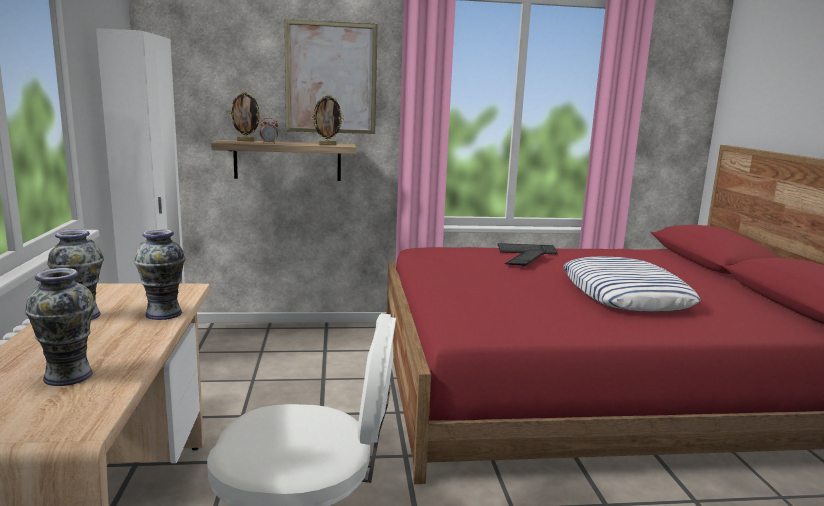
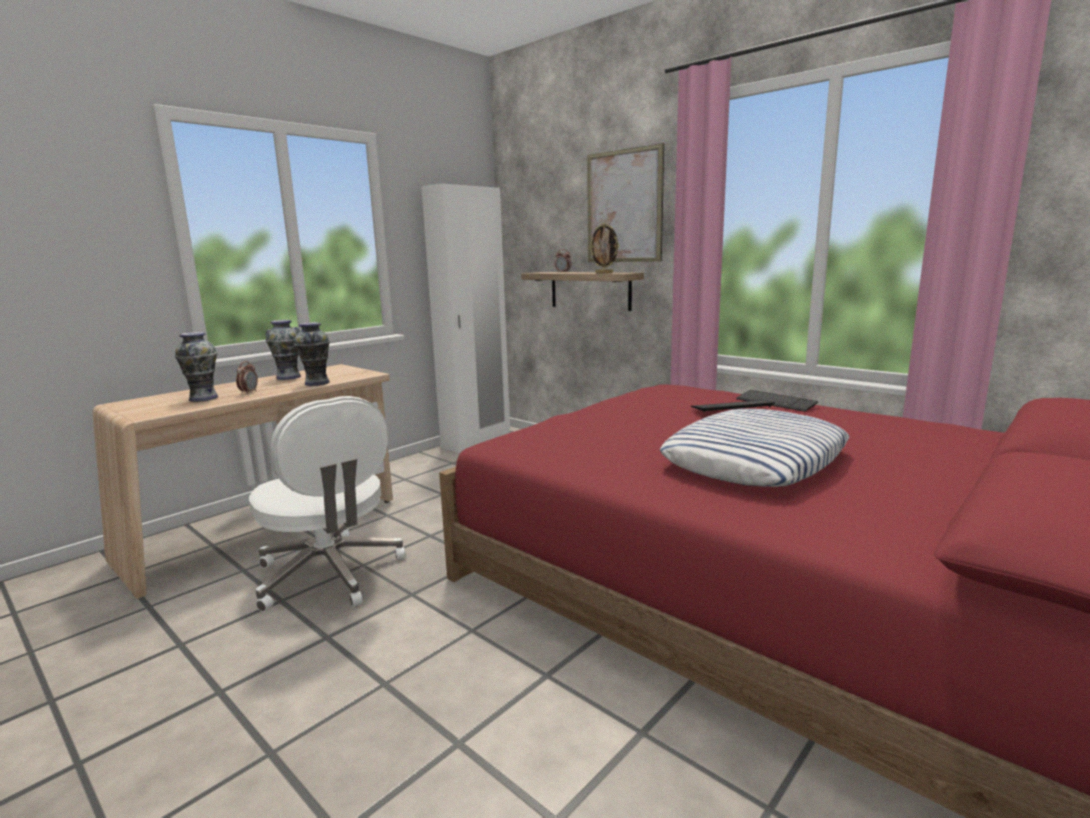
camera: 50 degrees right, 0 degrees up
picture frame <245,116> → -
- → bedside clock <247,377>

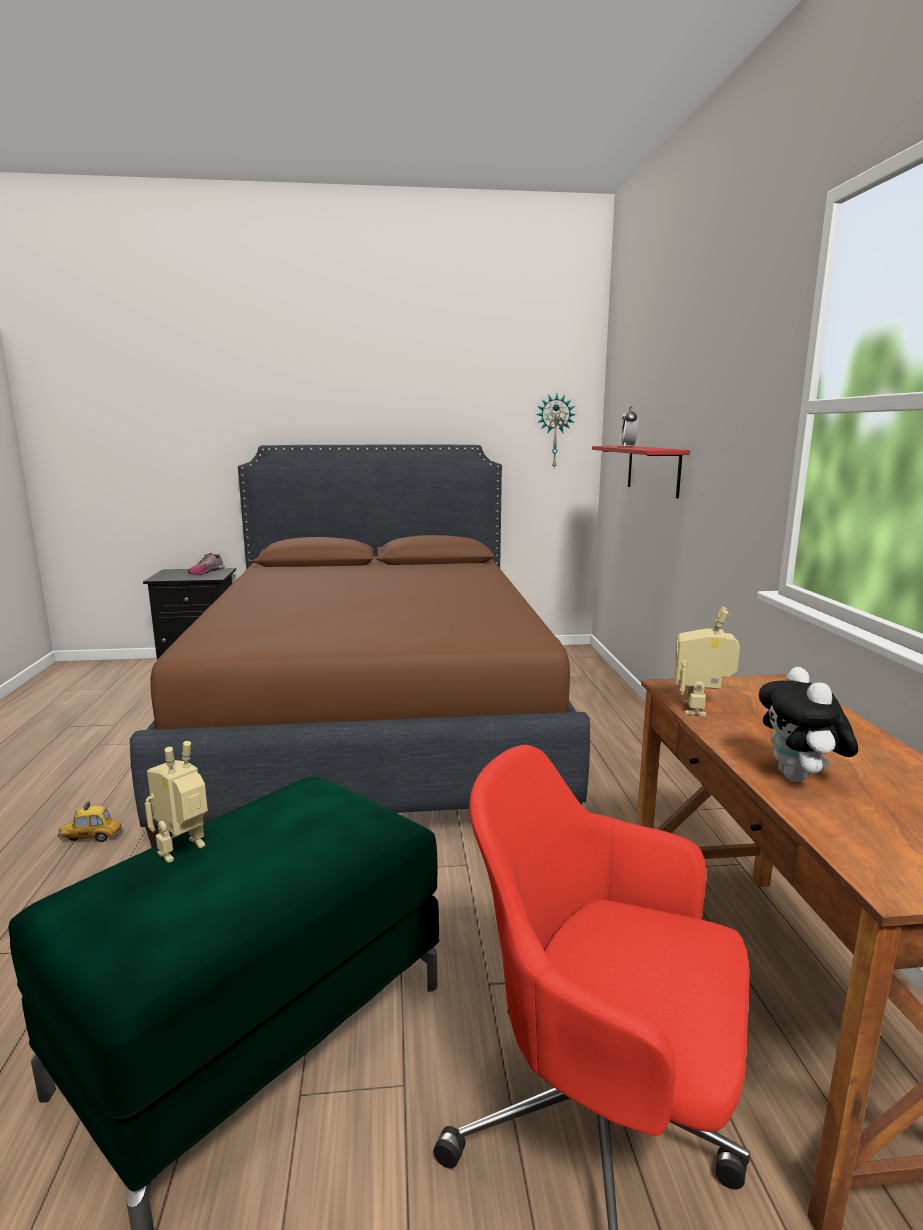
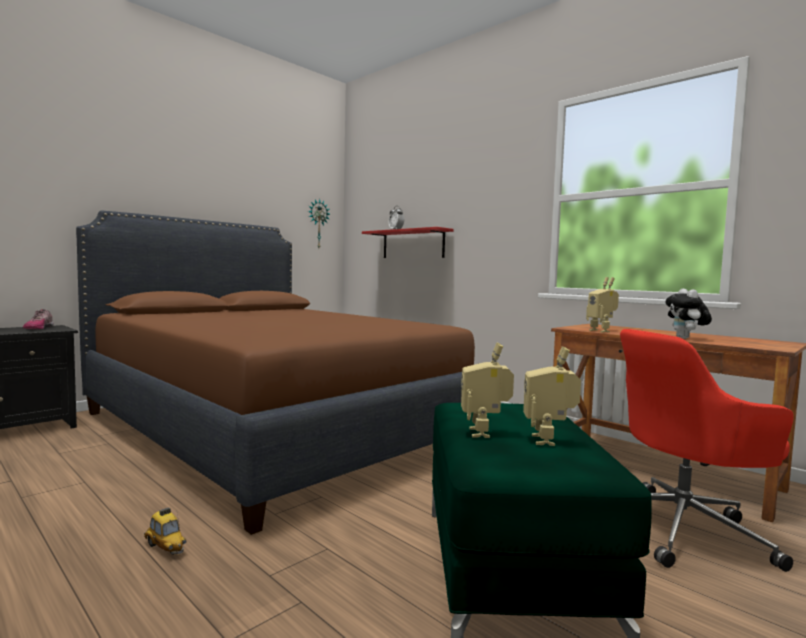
camera: 40 degrees left, 10 degrees down
cuddly toy <808,724> → cuddly toy <688,314>, 45 degrees clockwise
toy car <90,822> → toy car <165,531>, 90 degrees counterclockwise
- → model robot <552,396>

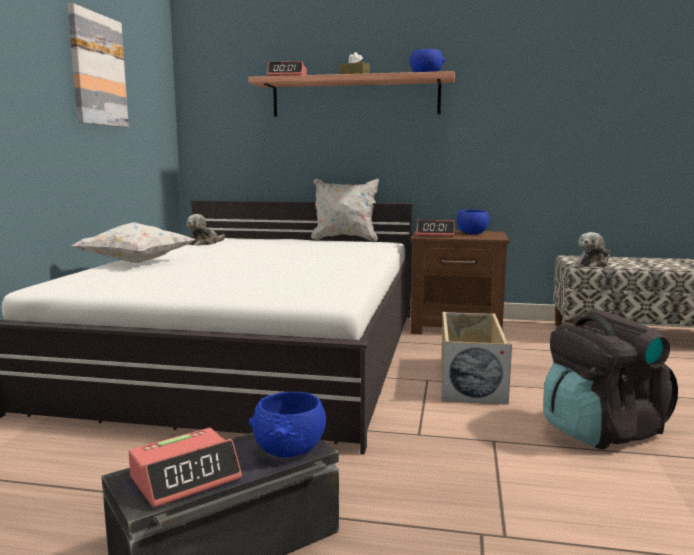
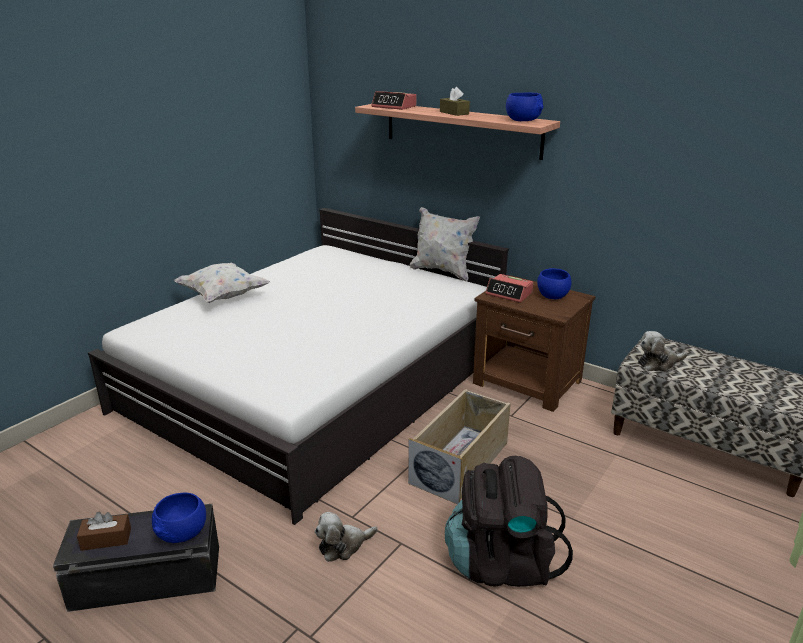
camera: 25 degrees right, 15 degrees up
wall picture <98,65> → -
cuddly toy <206,230> → cuddly toy <346,537>, relocated
bedside clock <185,468> → brown box of tissues <104,531>

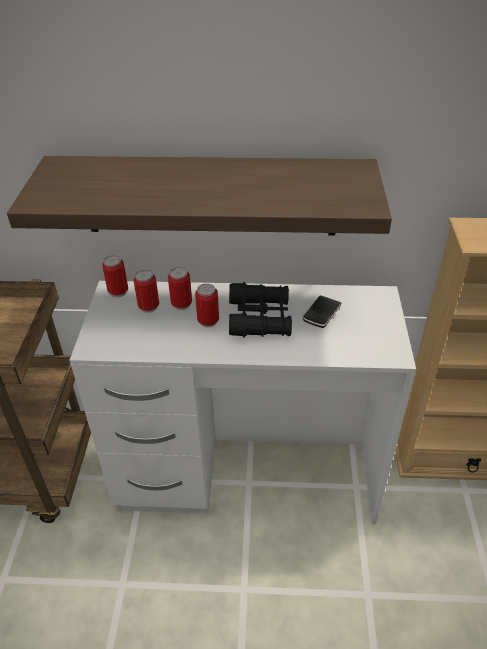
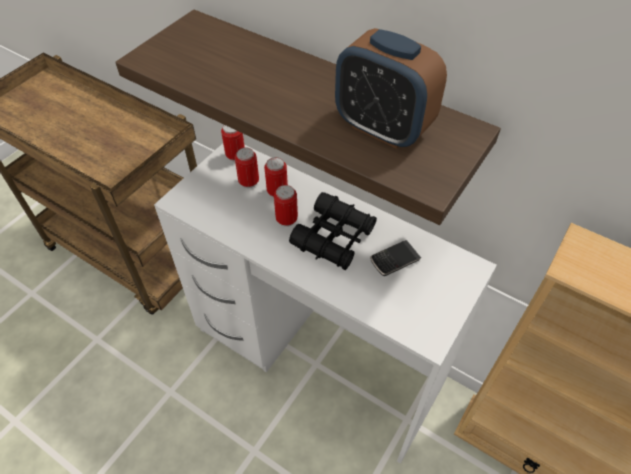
camera: 30 degrees right, 10 degrees up
- → bedside clock <391,88>

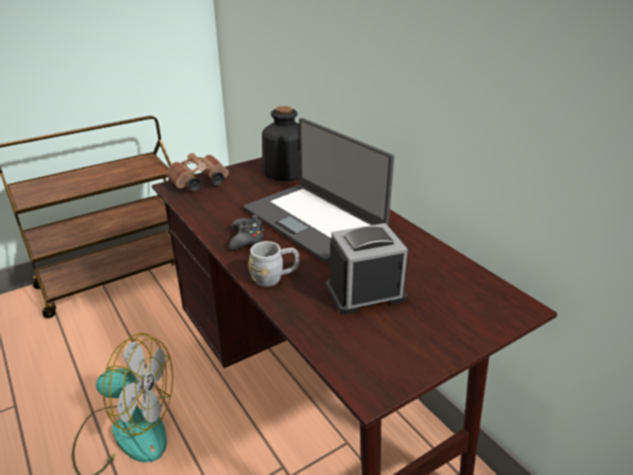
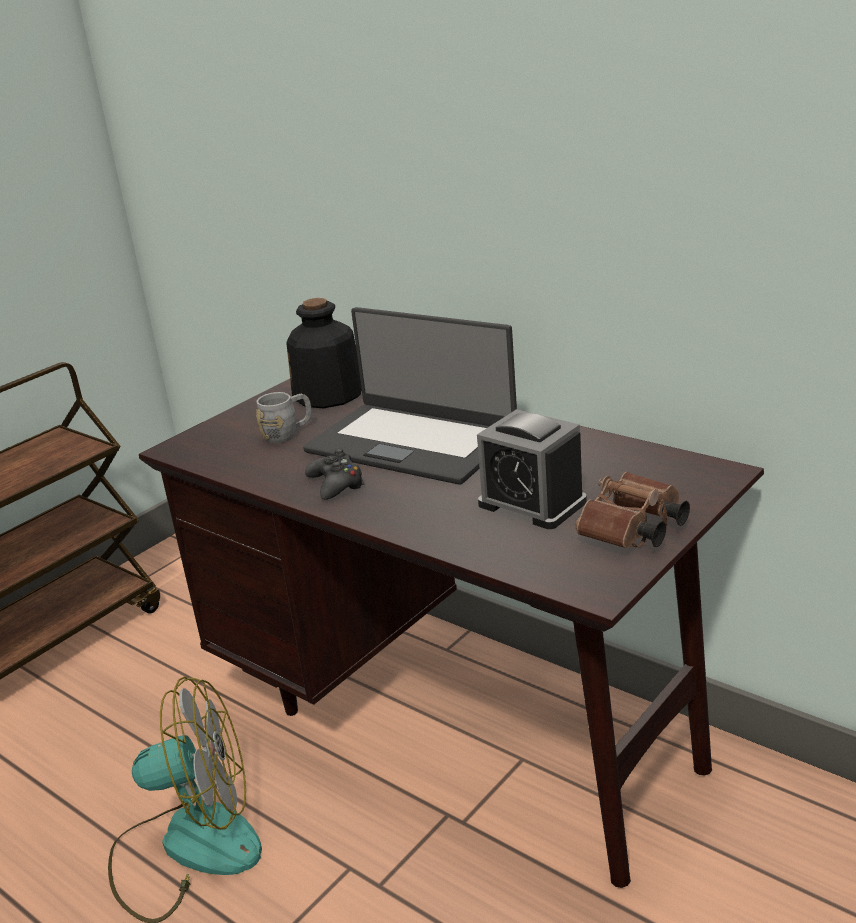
camera: 15 degrees left, 5 degrees down
brown pair of binoculars <197,172> → brown pair of binoculars <632,510>, relocated
bedside clock <367,269> → bedside clock <532,469>, 105 degrees counterclockwise
grey coffee mug <274,264> → grey coffee mug <283,417>, relocated

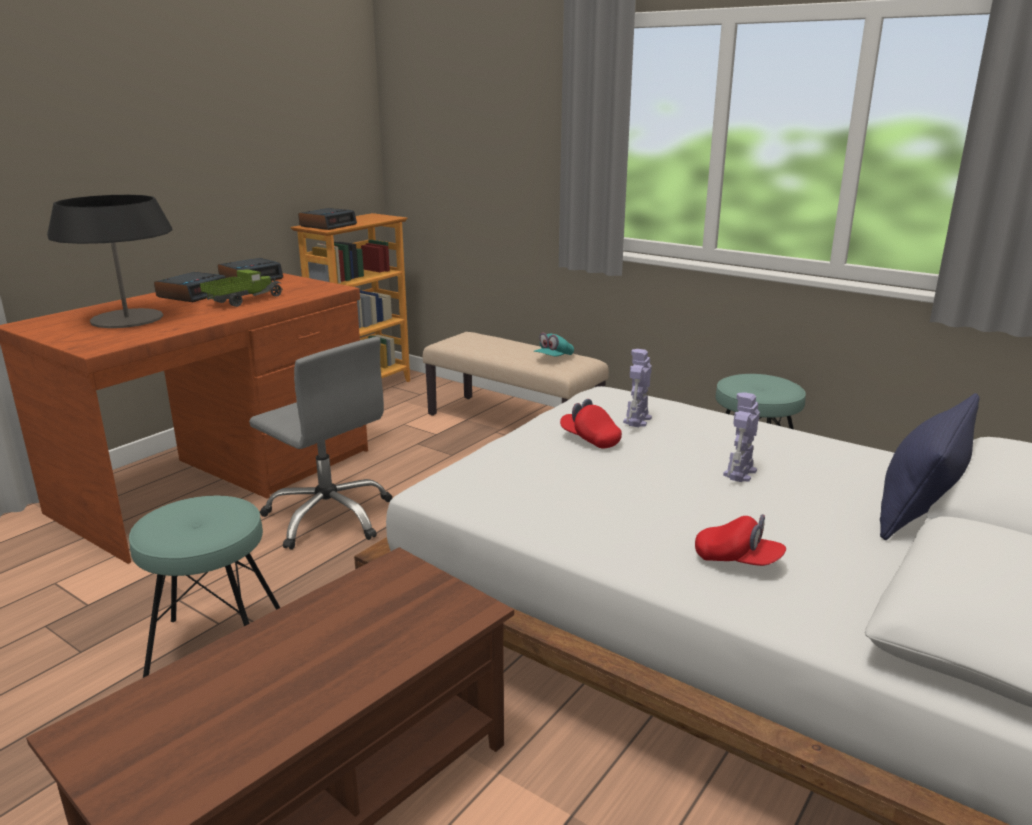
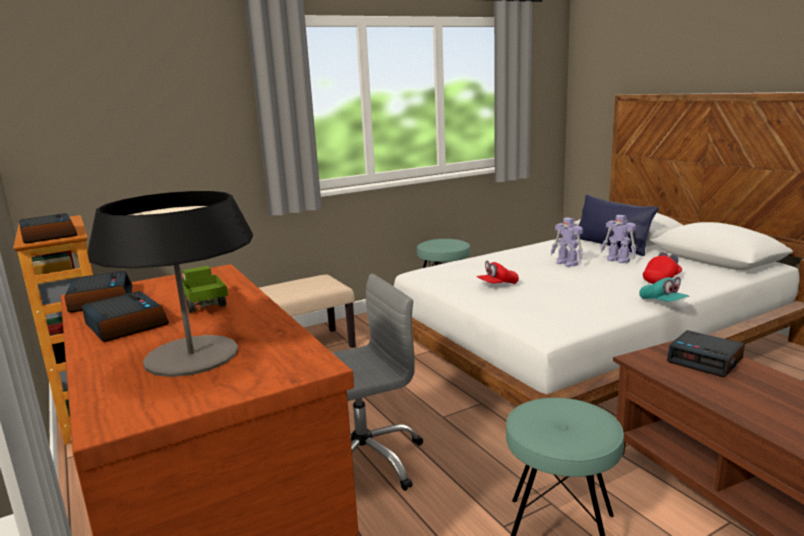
camera: 65 degrees left, 5 degrees down
turquoise baseball cap <554,345> → turquoise baseball cap <664,289>, relocated
model robot <637,388> → model robot <618,239>, relocated
- → bedside clock <706,353>

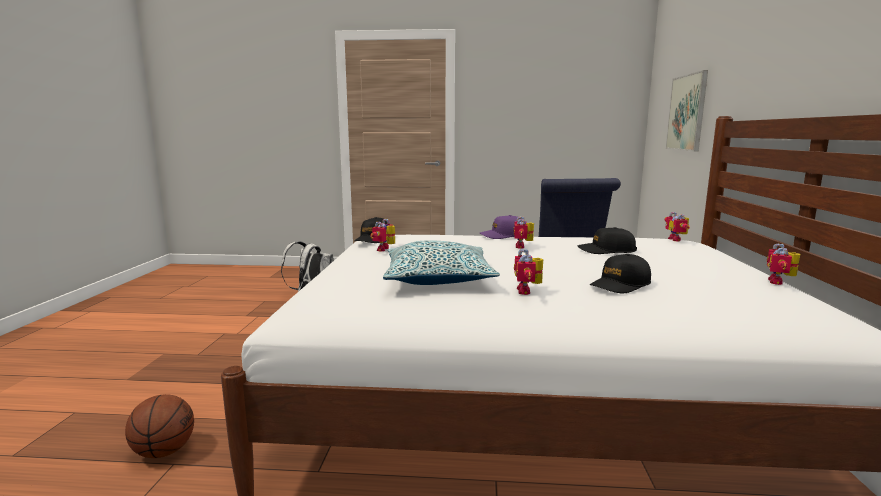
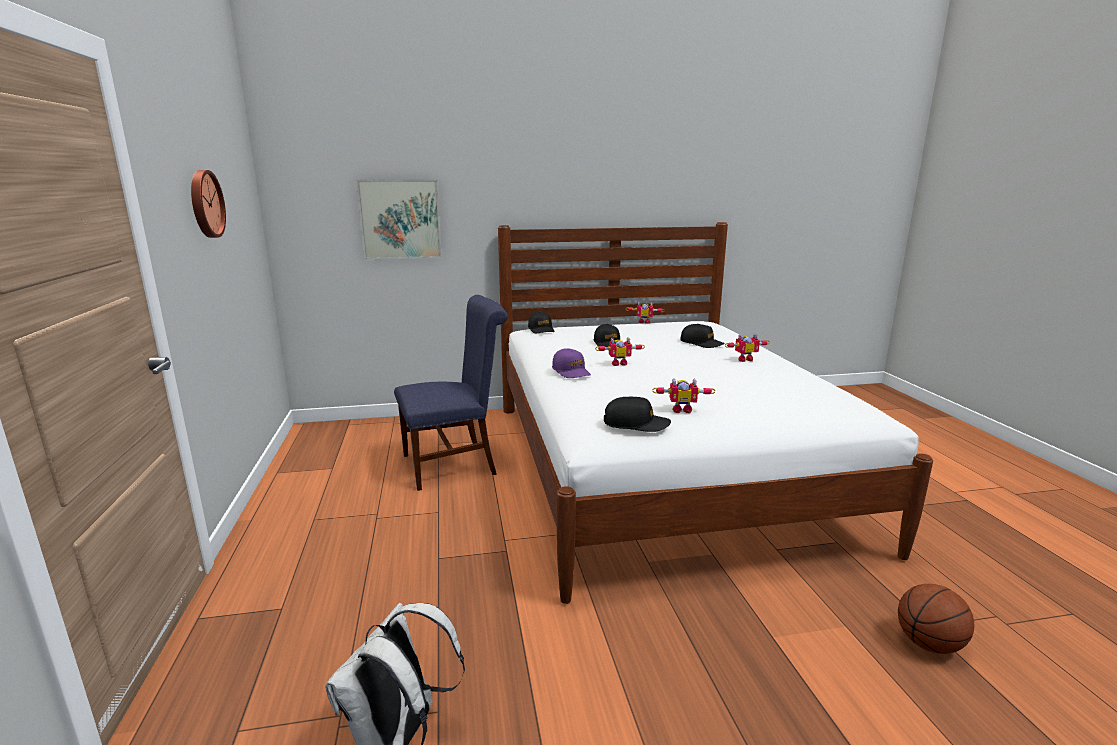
camera: 105 degrees left, 5 degrees up
model robot <677,226> → black baseball cap <541,322>
pillow <441,262> → -
- → hanging clock <208,204>

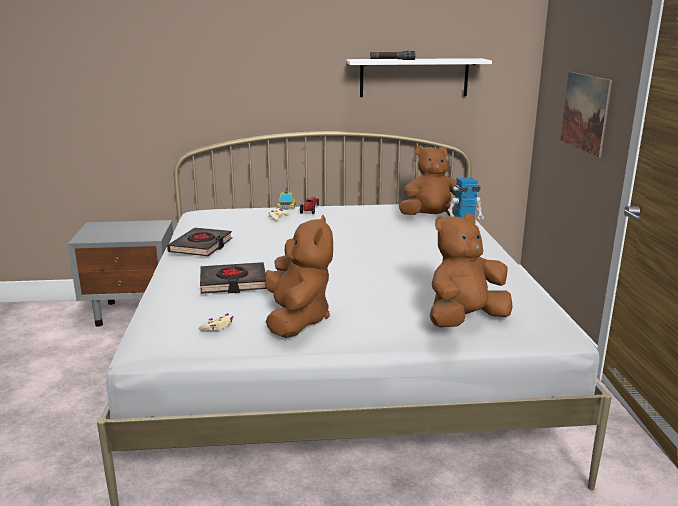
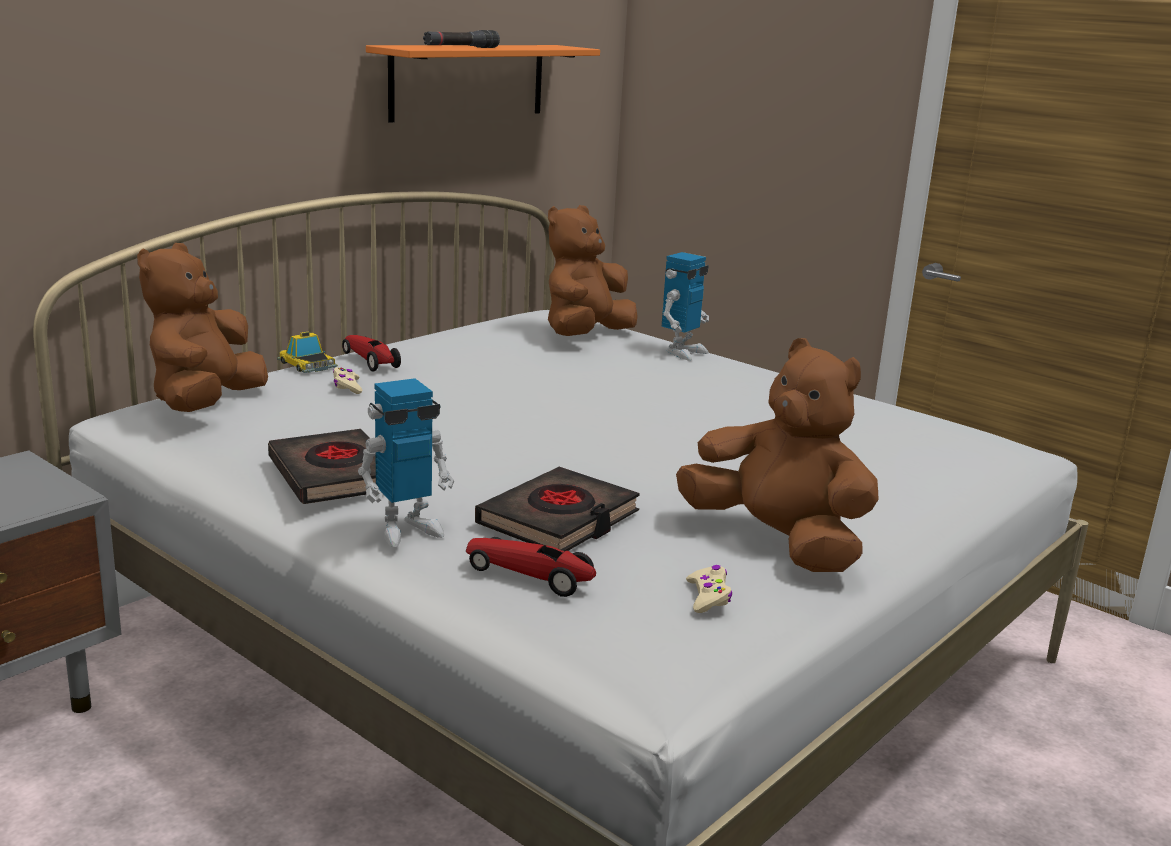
camera: 45 degrees left, 0 degrees up
whitish bracket shelf <419,77> → orangey bracket shelf <483,84>
wall picture <586,115> → -
brown cuddly toy <471,270> → brown cuddly toy <202,327>, relocated
- → model robot <406,462>
- → toy car <531,567>

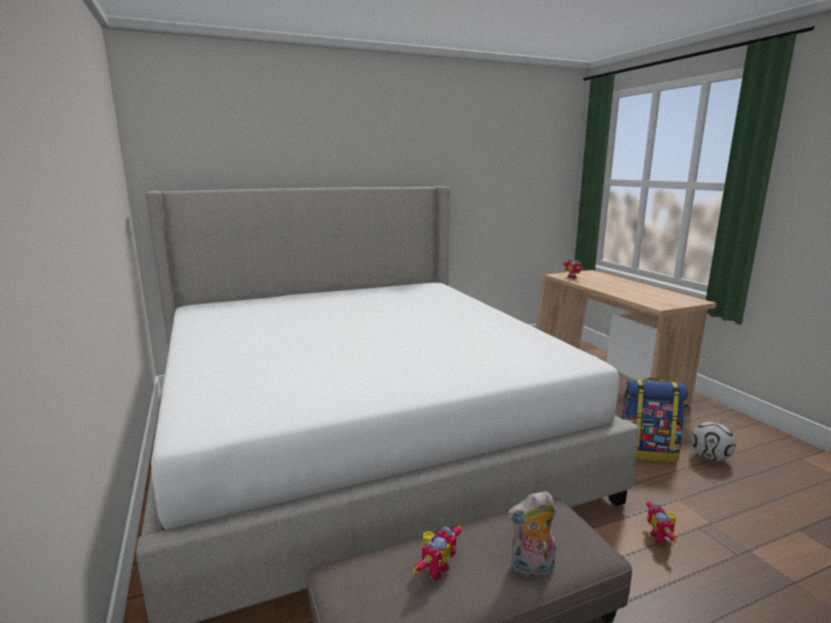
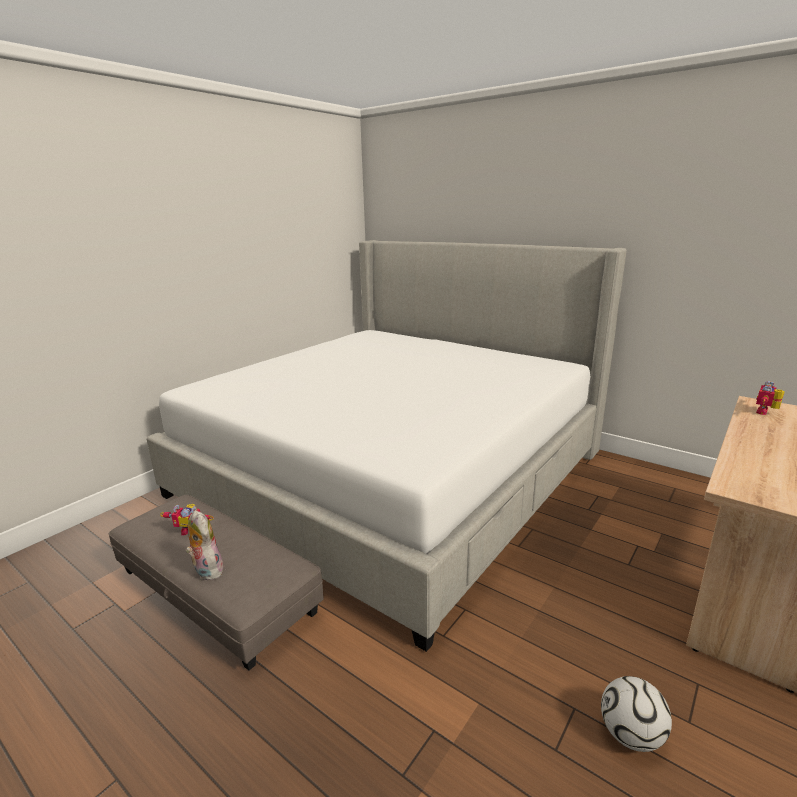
camera: 60 degrees right, 5 degrees up
rucksack <654,420> → -
model robot <661,522> → -

